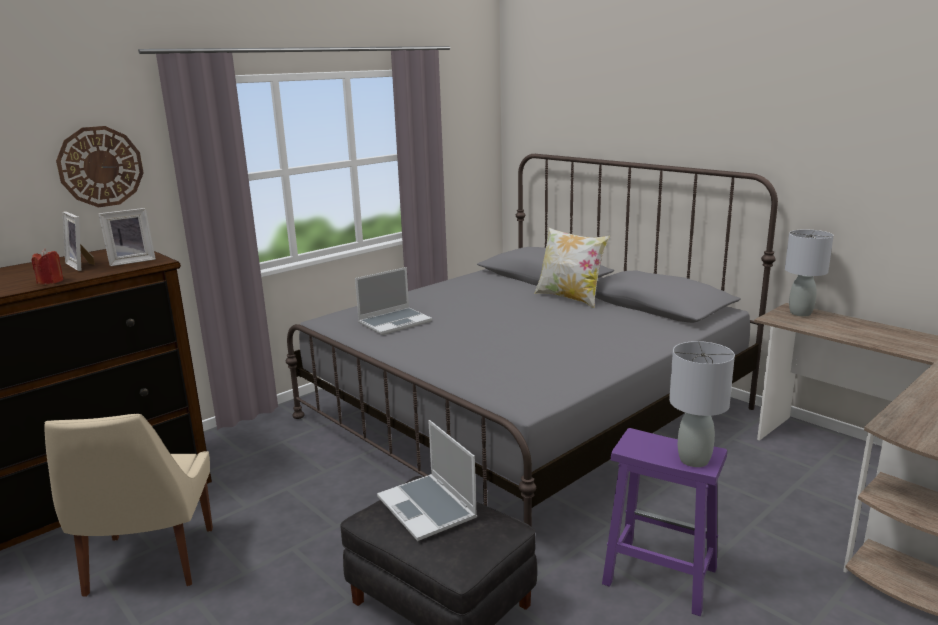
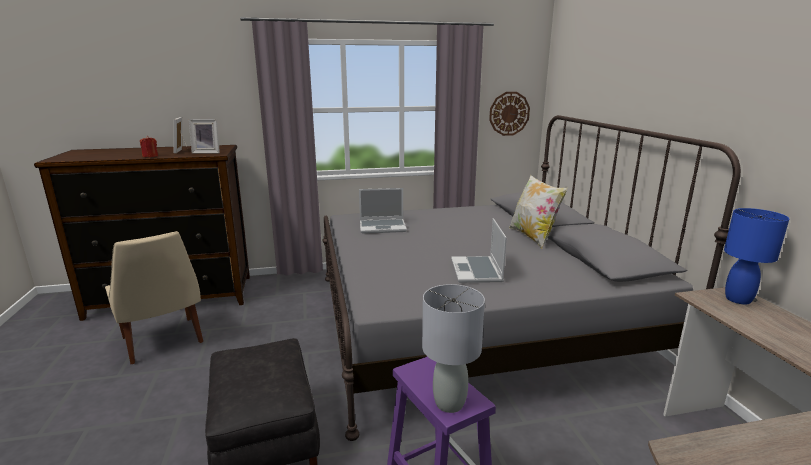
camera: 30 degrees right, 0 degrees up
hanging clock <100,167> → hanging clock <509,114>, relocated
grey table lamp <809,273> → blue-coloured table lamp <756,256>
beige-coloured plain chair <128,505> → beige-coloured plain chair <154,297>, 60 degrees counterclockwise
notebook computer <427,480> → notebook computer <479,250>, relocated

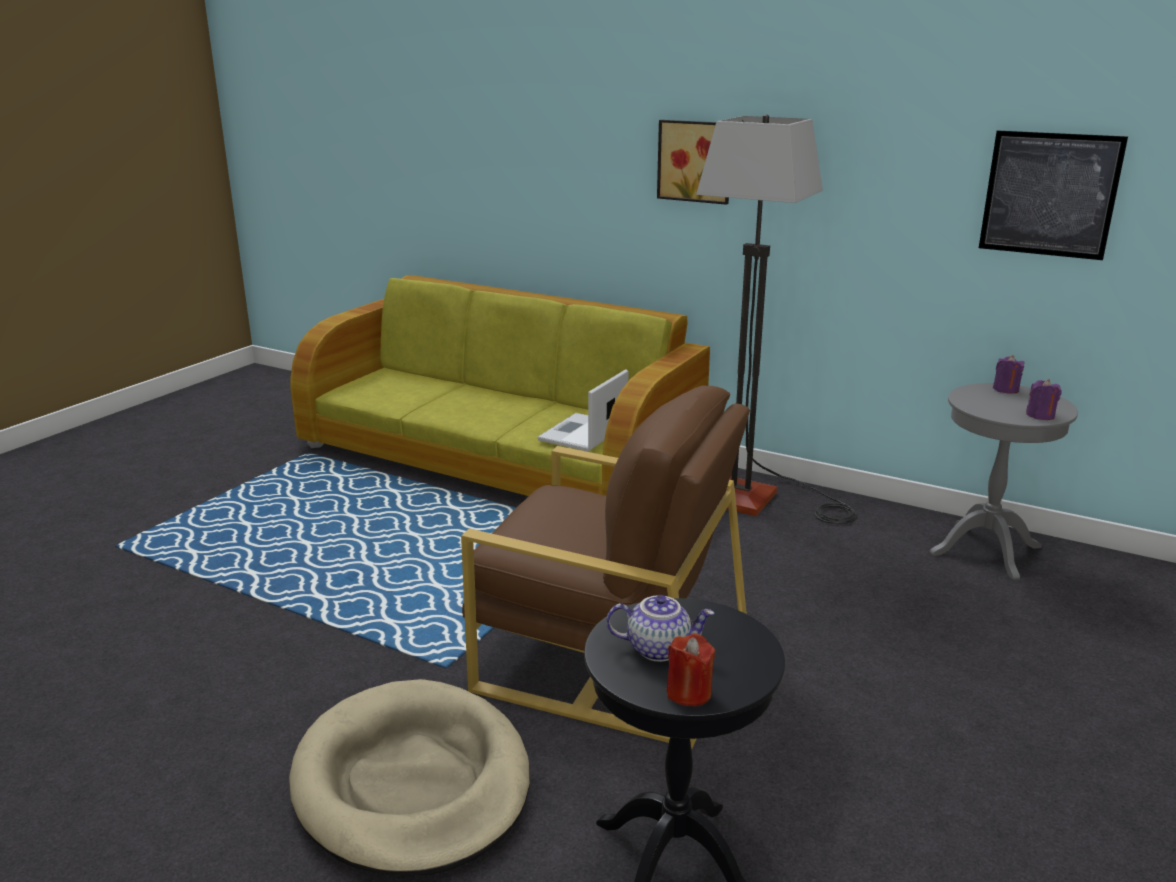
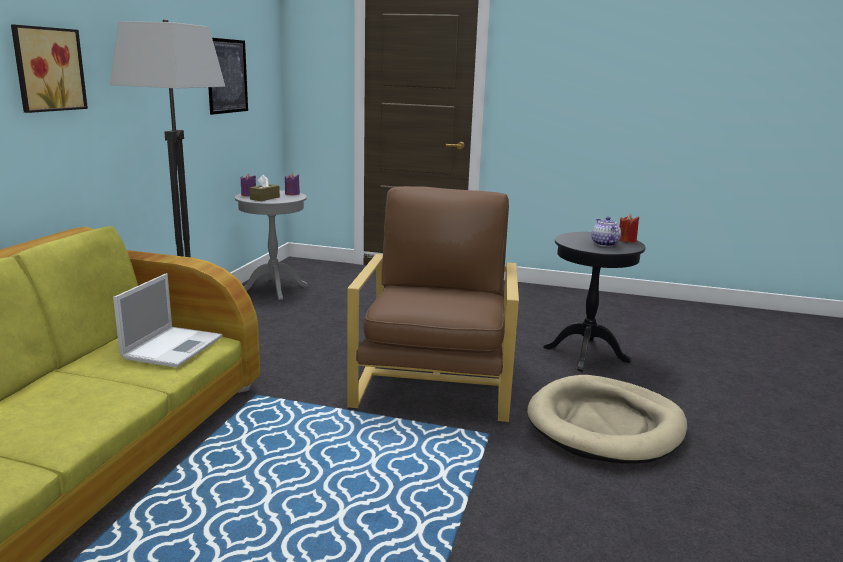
camera: 105 degrees left, 5 degrees down
notebook computer <583,410> → notebook computer <167,320>, 90 degrees counterclockwise
- → brown box of tissues <265,188>

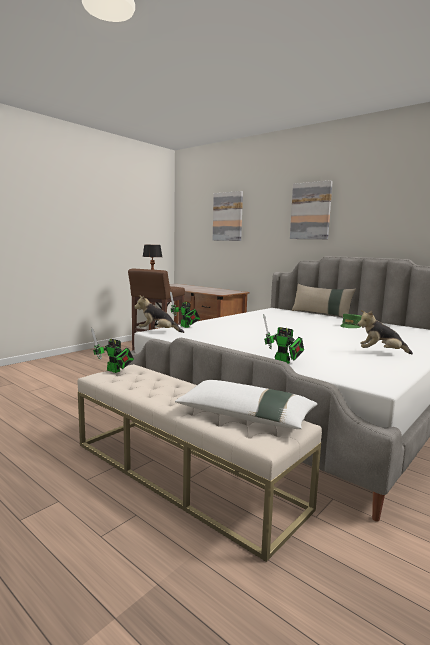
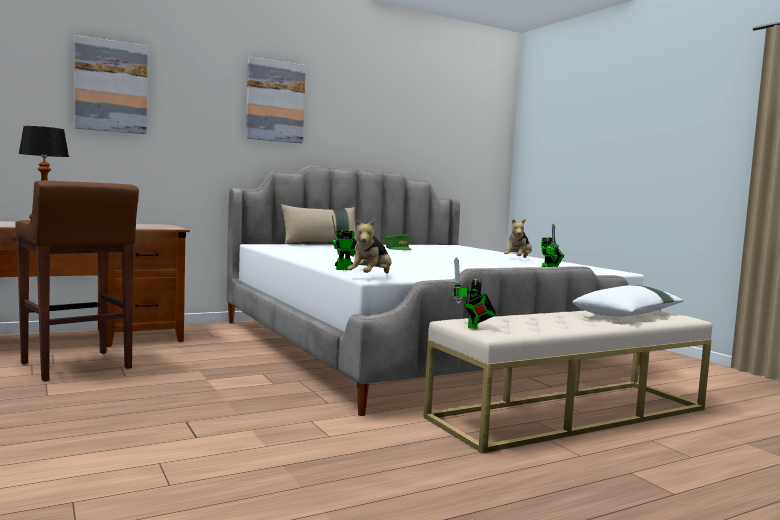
camera: 70 degrees left, 5 degrees down
model robot <112,350> → model robot <474,293>, 135 degrees clockwise

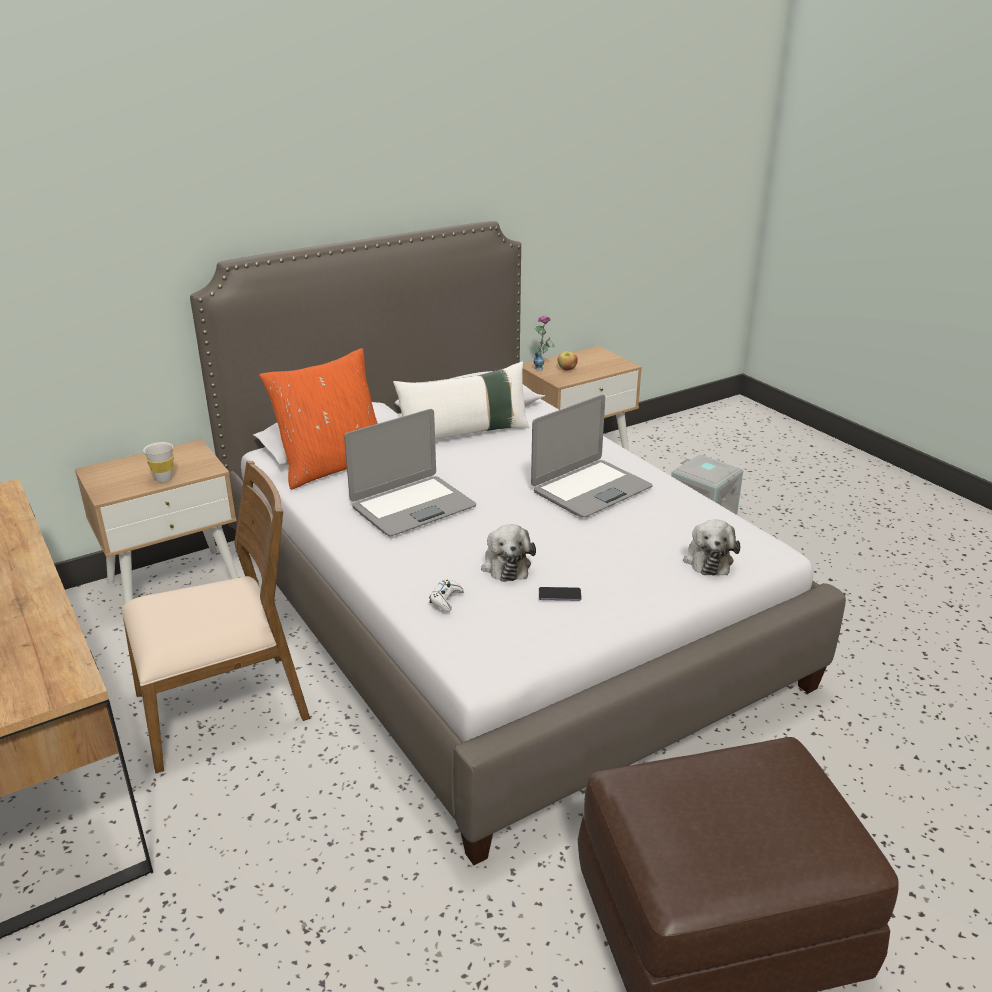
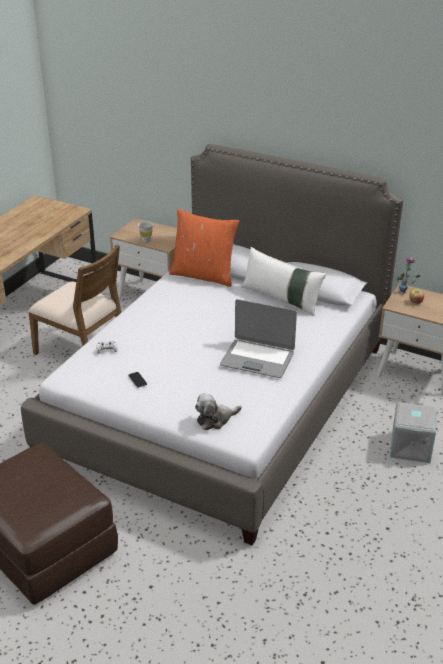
camera: 60 degrees right, 5 degrees up
notebook computer <410,472> → -
cuddly toy <508,553> → -

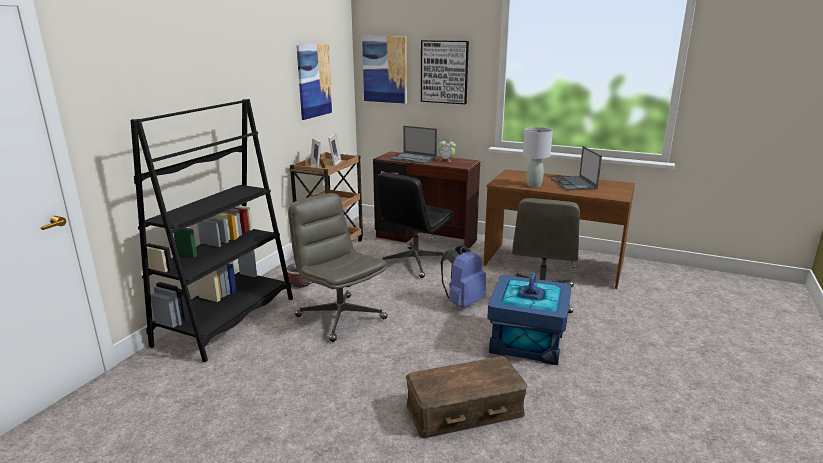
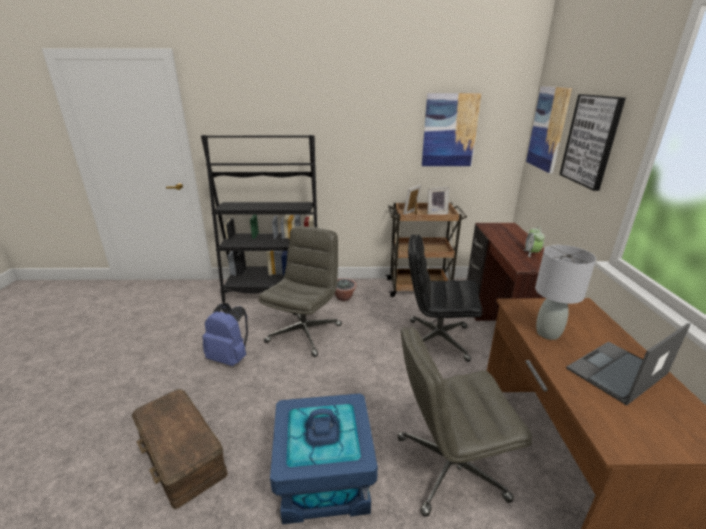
camera: 65 degrees right, 5 degrees up
notebook computer <413,145> → -
blue-coloured rucksack <463,276> → blue-coloured rucksack <225,334>, relocated

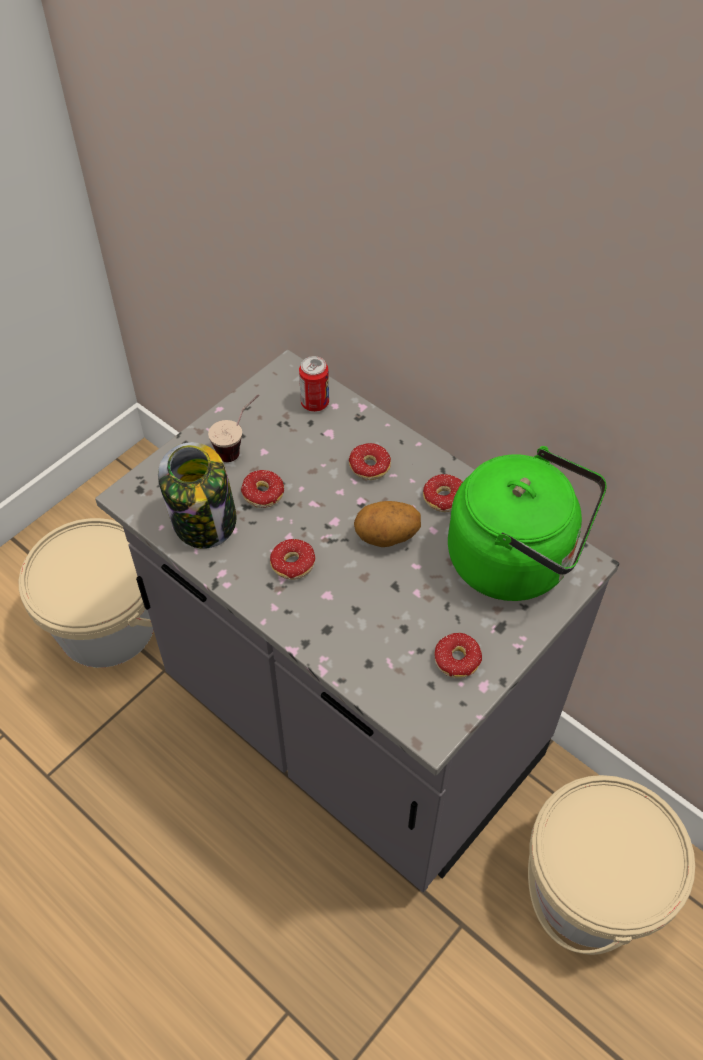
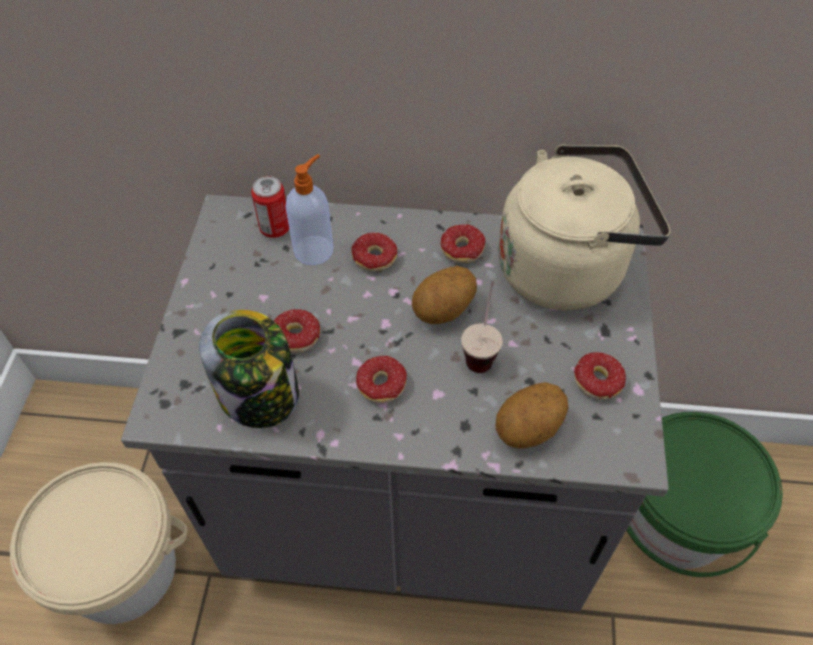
camera: 35 degrees left, 0 degrees up
cup <233,428> → cup <482,327>, relocated
green-coloured water kettle <527,523> → beige-coloured water kettle <584,227>
beige-coloured bucket <611,865> → green-coloured bucket <704,494>
- → soap bottle <309,209>
- → spud <532,415>

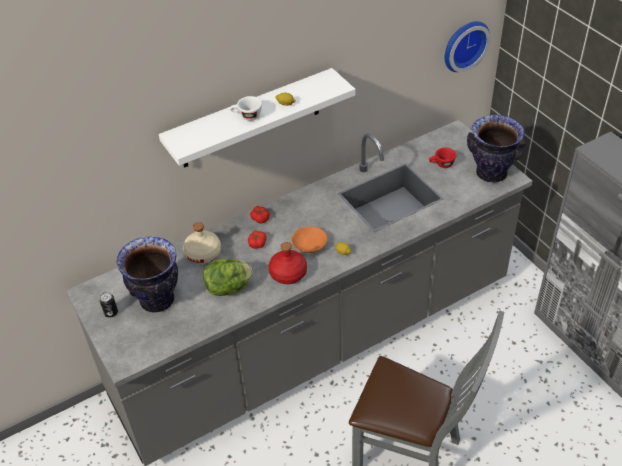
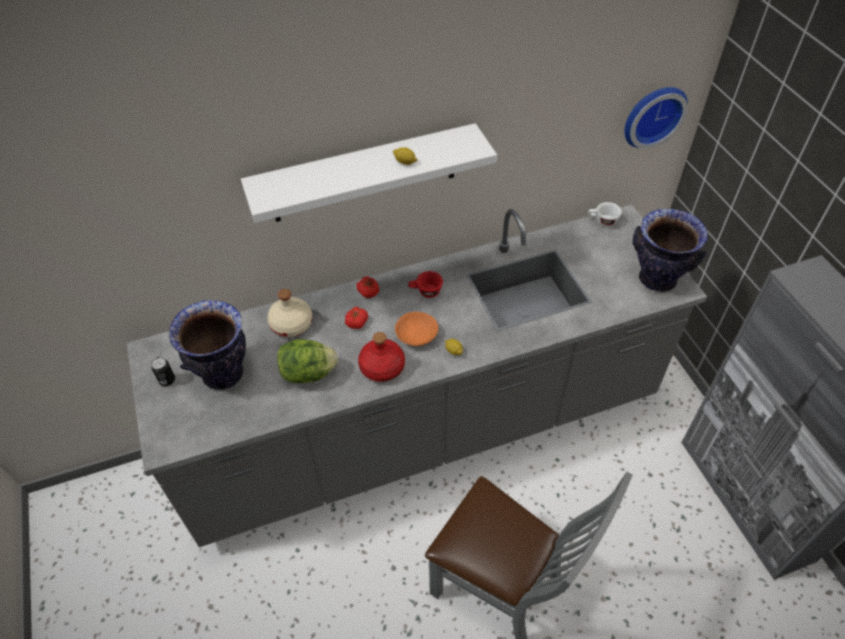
camera: 10 degrees right, 5 degrees up
whitish cup <246,108> → whitish cup <605,214>, relocated
red-coloured cup <443,157> → red-coloured cup <425,284>, relocated

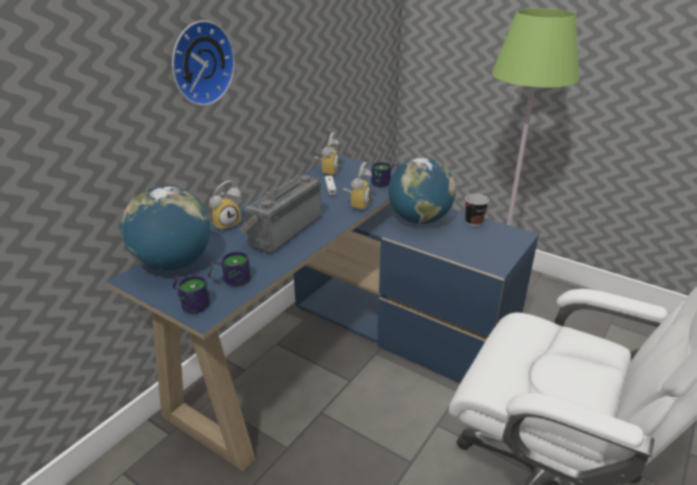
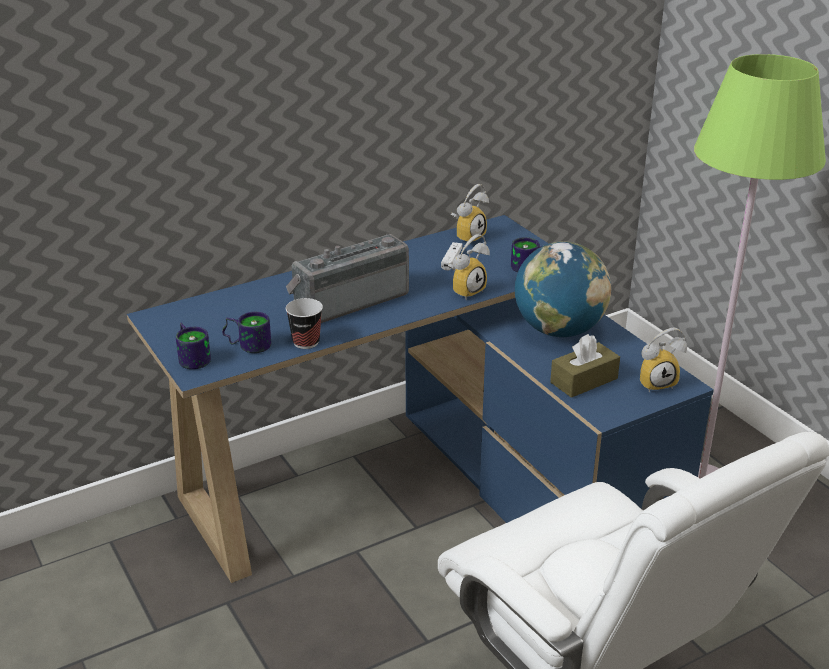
camera: 25 degrees right, 0 degrees up
hanging clock <203,63> → -
bedside clock <225,206> → bedside clock <663,360>, relocated
globe <166,228> → -
cup <477,210> → cup <304,323>, relocated
- → brown box of tissues <585,366>

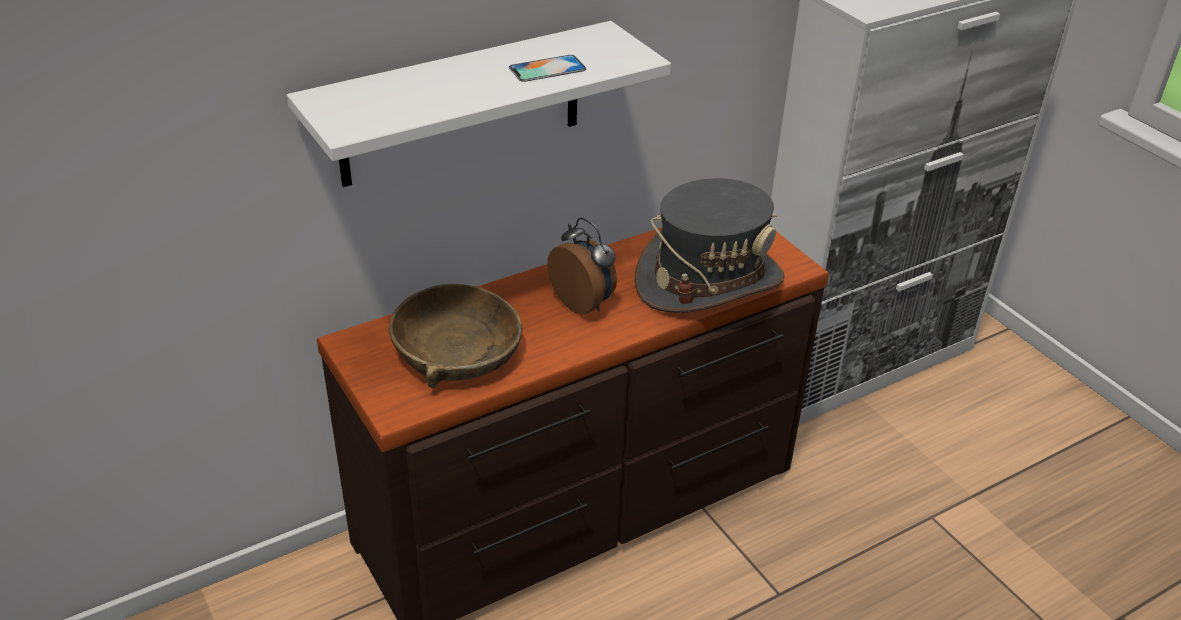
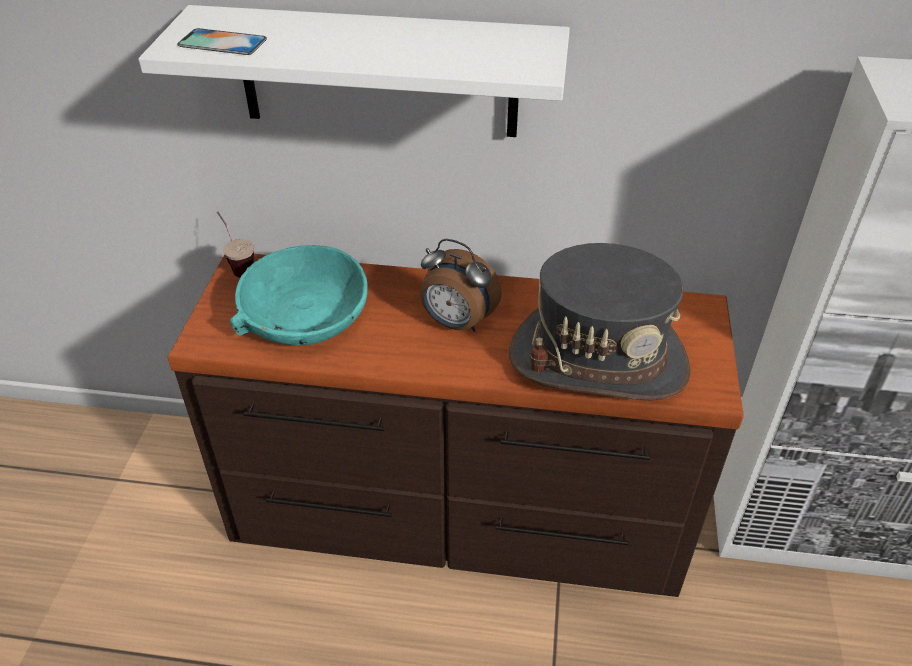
camera: 40 degrees right, 5 degrees up
handset <547,68> → handset <222,41>, relocated
bedside clock <582,265> → bedside clock <461,285>, 120 degrees clockwise
brown deep dish <455,336> → turquoise deep dish <299,295>
- → cup <235,244>

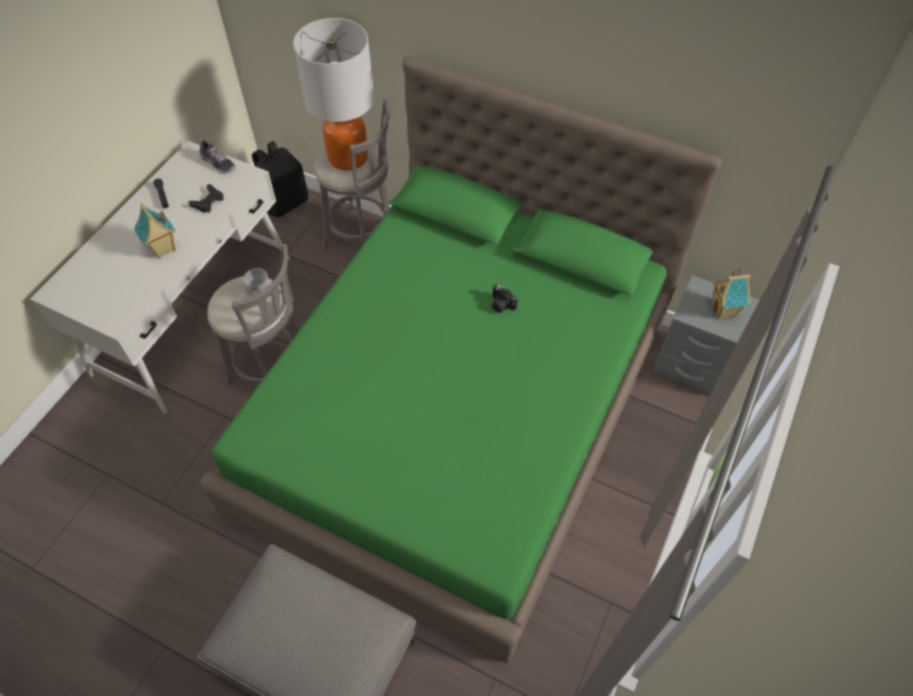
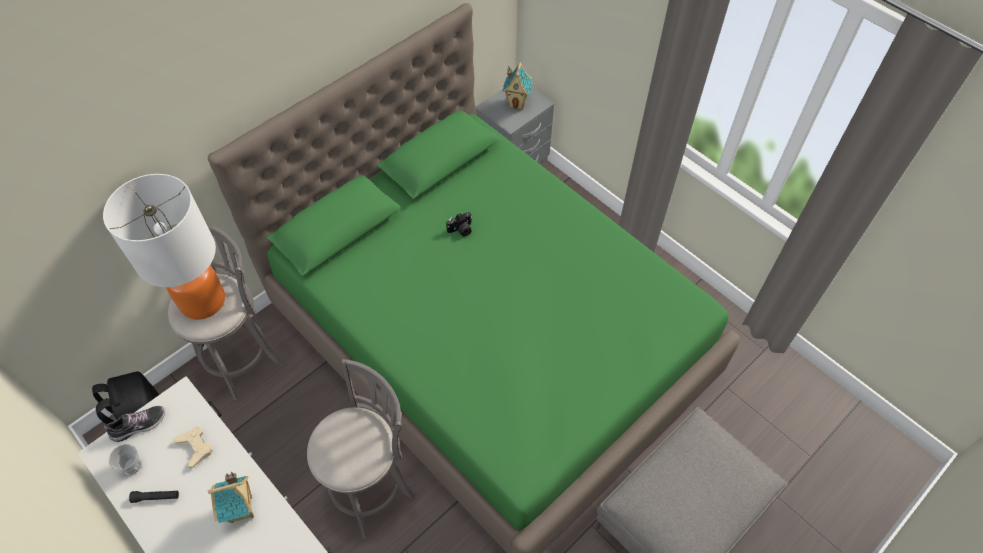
camera: 70 degrees left, 0 degrees up
black joypad <206,198> → beige-coloured joypad <192,447>
cup <256,282> → cup <125,459>, relocated

